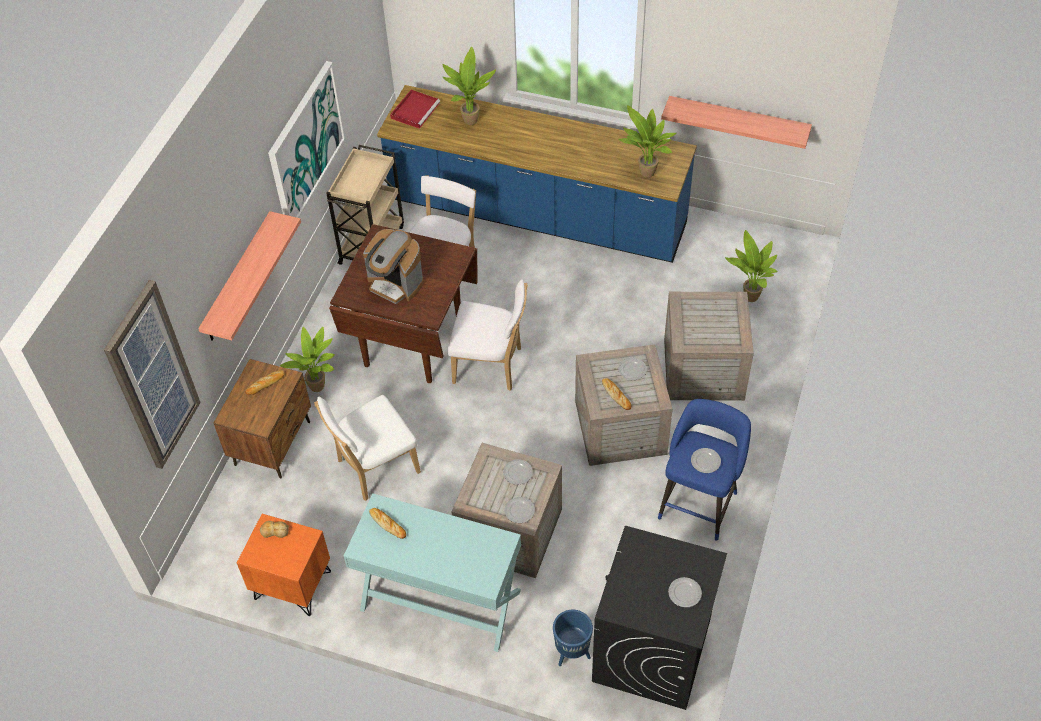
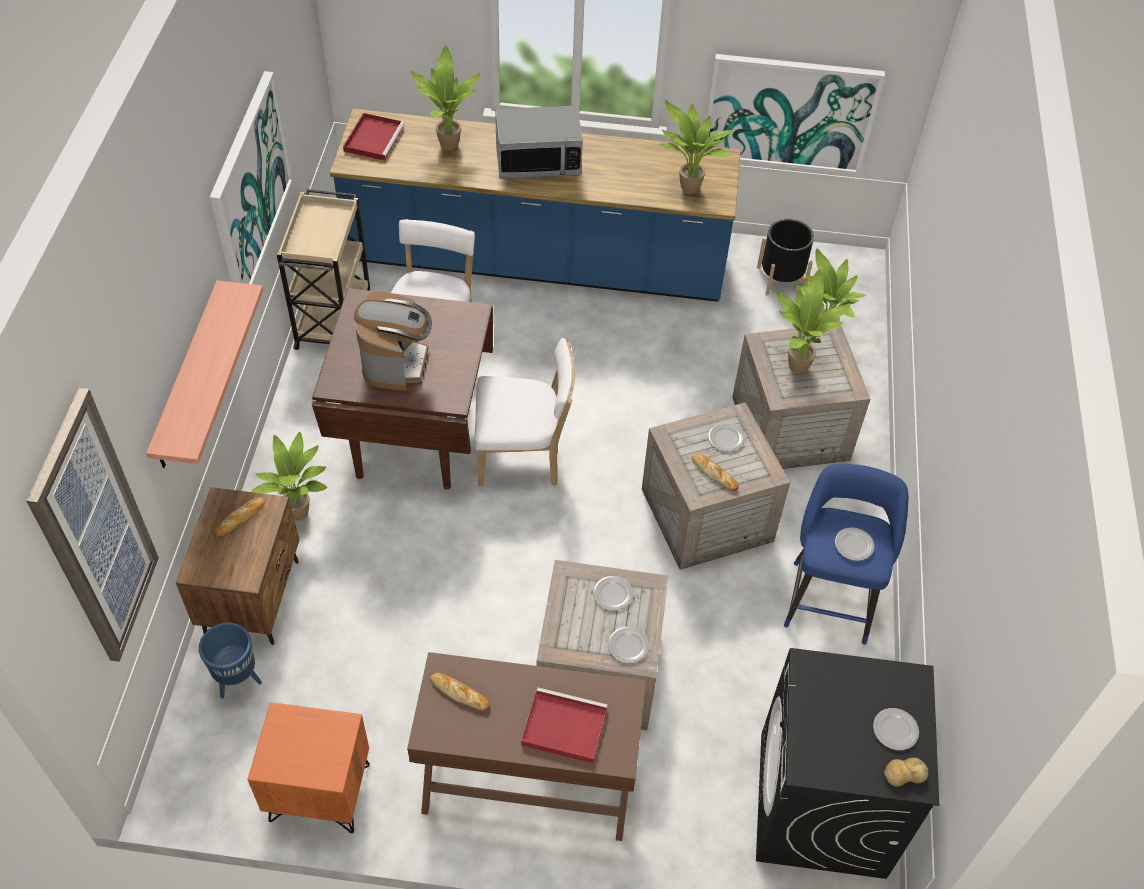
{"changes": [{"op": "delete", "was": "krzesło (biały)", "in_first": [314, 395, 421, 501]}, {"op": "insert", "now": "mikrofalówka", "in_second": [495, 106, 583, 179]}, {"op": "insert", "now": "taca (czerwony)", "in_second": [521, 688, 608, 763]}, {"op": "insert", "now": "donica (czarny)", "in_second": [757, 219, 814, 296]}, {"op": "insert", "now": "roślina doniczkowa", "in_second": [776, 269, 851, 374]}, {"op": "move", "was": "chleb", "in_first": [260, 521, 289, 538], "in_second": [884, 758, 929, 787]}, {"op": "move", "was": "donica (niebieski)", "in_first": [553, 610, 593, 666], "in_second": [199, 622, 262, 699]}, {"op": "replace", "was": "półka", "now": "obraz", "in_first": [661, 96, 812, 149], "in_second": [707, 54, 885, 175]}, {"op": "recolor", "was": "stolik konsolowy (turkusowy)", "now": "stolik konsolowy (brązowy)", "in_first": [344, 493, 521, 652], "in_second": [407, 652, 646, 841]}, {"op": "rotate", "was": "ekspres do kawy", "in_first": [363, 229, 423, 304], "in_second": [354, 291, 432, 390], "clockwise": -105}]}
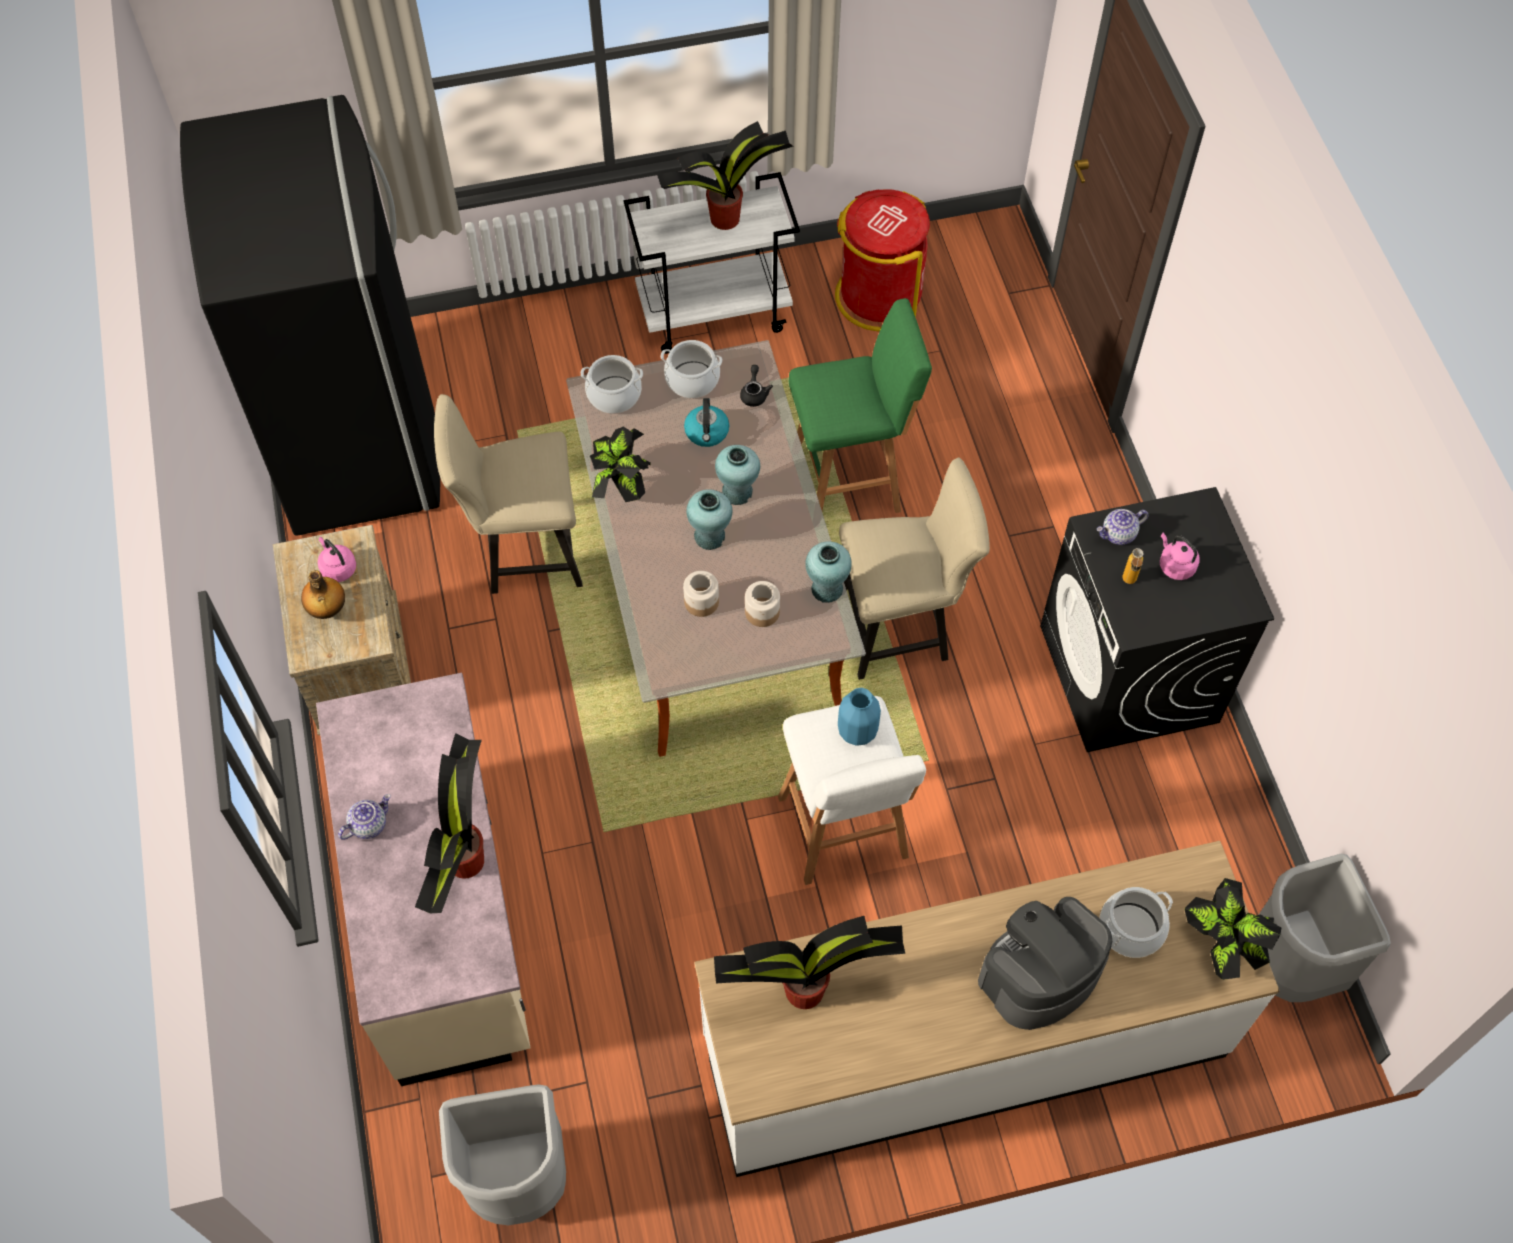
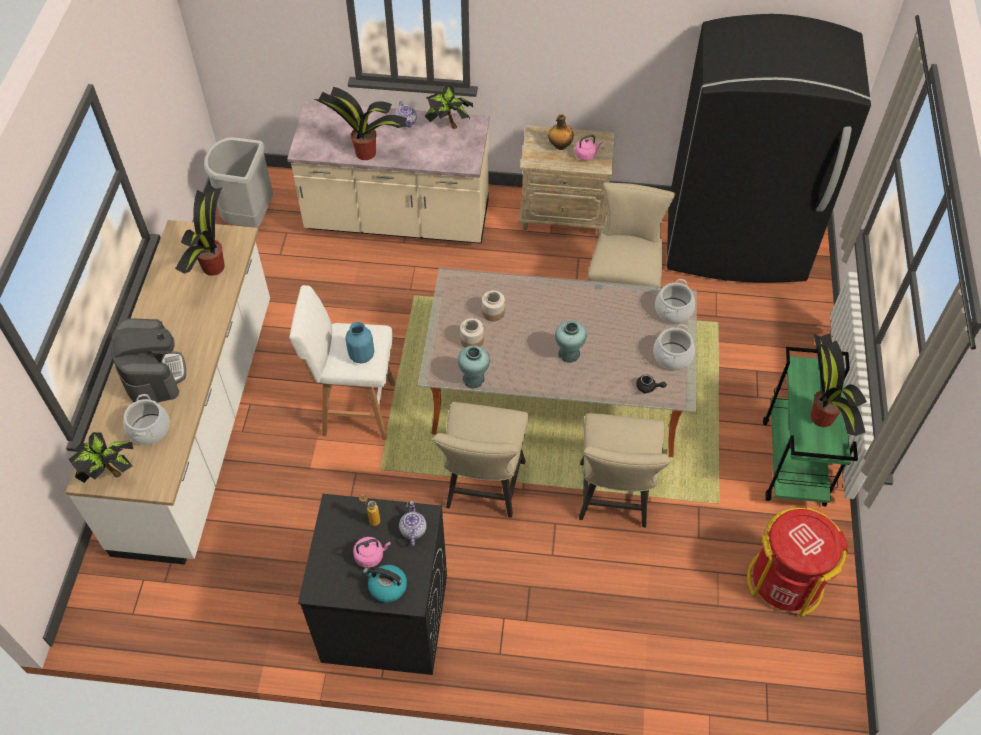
{"changes": [{"op": "delete", "was": "wazon (turkusowy)", "in_first": [686, 489, 732, 550]}, {"op": "delete", "was": "kosz na śmieci (szary)", "in_first": [1259, 854, 1391, 1002]}, {"op": "move", "was": "roślina doniczkowa", "in_first": [590, 427, 651, 502], "in_second": [425, 85, 473, 129]}, {"op": "move", "was": "czajnik", "in_first": [684, 398, 730, 447], "in_second": [363, 565, 407, 603]}, {"op": "replace", "was": "stołek (zielony)", "now": "krzesło (beżowy)", "in_first": [789, 298, 932, 513], "in_second": [579, 413, 670, 527]}, {"op": "recolor", "was": "wózek (biały)", "now": "wózek (zielony)", "in_first": [623, 172, 800, 354], "in_second": [763, 347, 858, 506]}]}
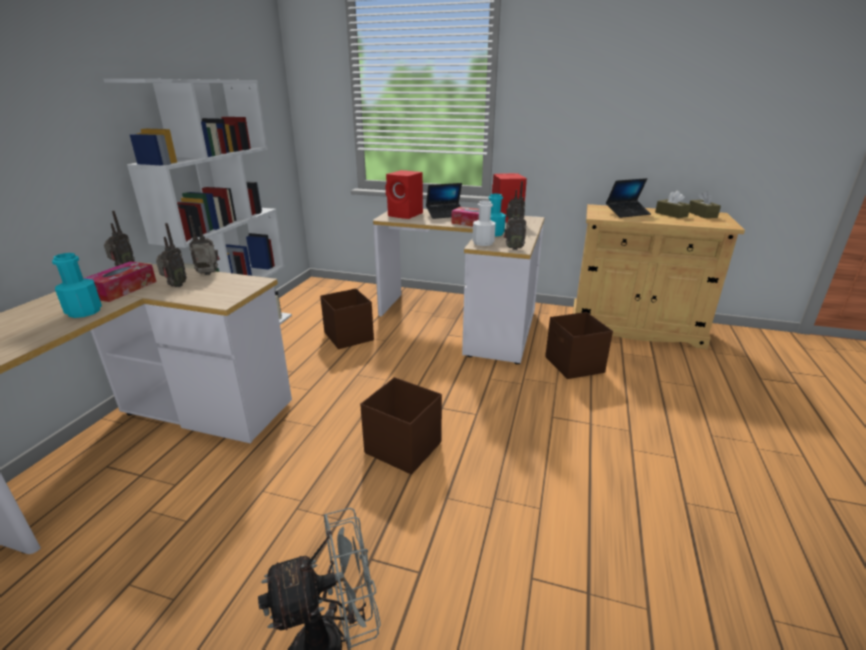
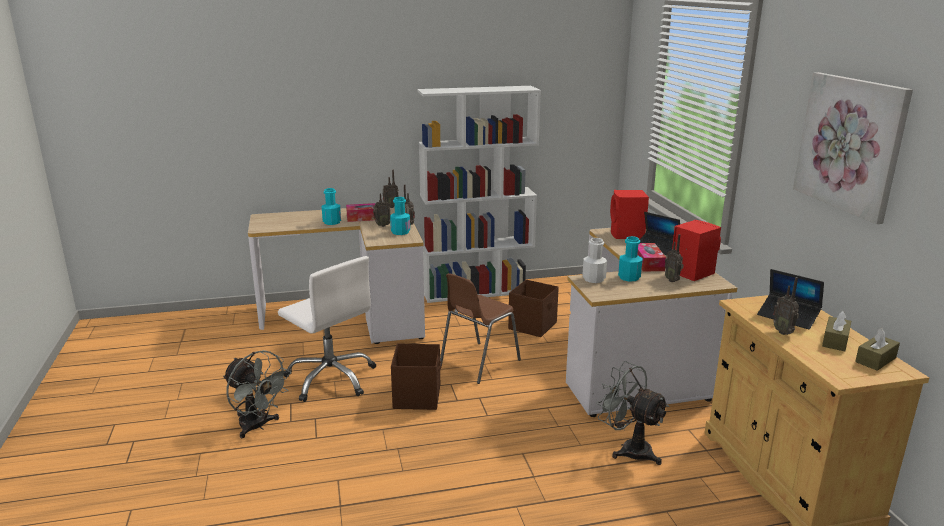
{"changes": [{"op": "insert", "now": "krzesło biurowe (biały)", "in_second": [278, 256, 376, 402]}, {"op": "insert", "now": "butelka (turkusowy)", "in_second": [390, 197, 410, 235]}, {"op": "insert", "now": "krzesło (brązowy)", "in_second": [440, 273, 521, 384]}, {"op": "insert", "now": "obraz", "in_second": [793, 72, 913, 224]}, {"op": "move", "was": "radio", "in_first": [504, 197, 527, 250], "in_second": [773, 277, 799, 335]}, {"op": "replace", "was": "pojemnik do przechowywania (brązowy)", "now": "wentylator (szary)", "in_first": [545, 312, 613, 379], "in_second": [596, 361, 669, 465]}]}
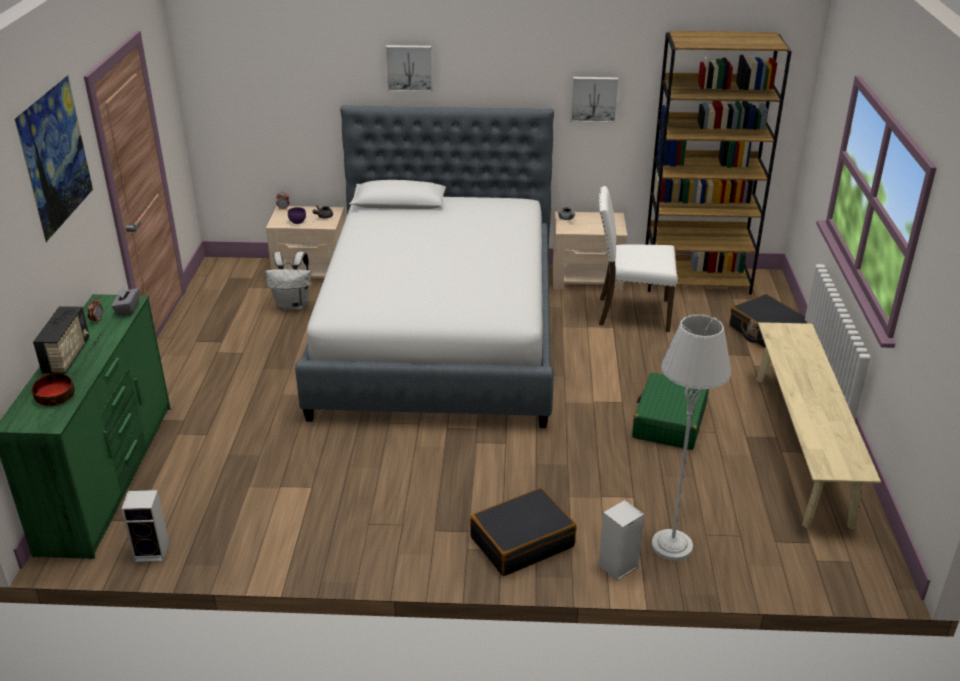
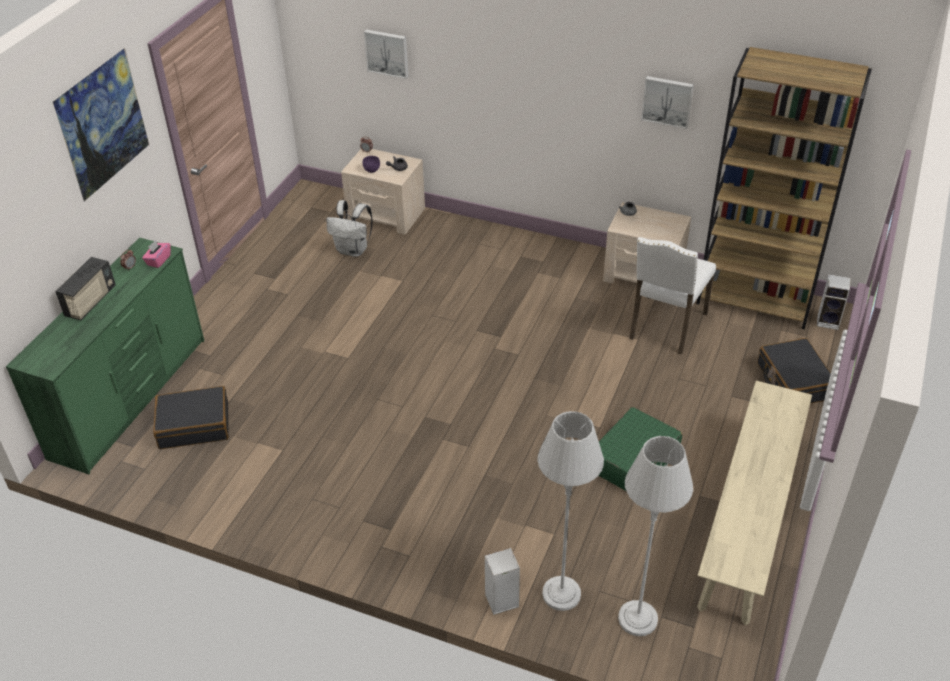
{"changes": [{"op": "delete", "was": "miska", "in_first": [31, 373, 75, 406]}, {"op": "delete", "was": "łóżko", "in_first": [295, 105, 554, 428]}, {"op": "insert", "now": "lampa stojąca (szary)", "in_second": [618, 436, 693, 636]}, {"op": "move", "was": "głośnik", "in_first": [121, 490, 169, 562], "in_second": [817, 274, 851, 330]}, {"op": "move", "was": "obraz", "in_first": [386, 45, 433, 92], "in_second": [364, 29, 408, 79]}, {"op": "move", "was": "walizka (czarny)", "in_first": [470, 488, 577, 576], "in_second": [153, 386, 229, 449]}, {"op": "recolor", "was": "pudełko chusteczek (szary)", "now": "pudełko chusteczek (różowy)", "in_first": [112, 286, 139, 316], "in_second": [142, 240, 171, 268]}, {"op": "rotate", "was": "krzesło (biały)", "in_first": [599, 186, 677, 332], "in_second": [629, 237, 716, 354], "clockwise": -90}]}
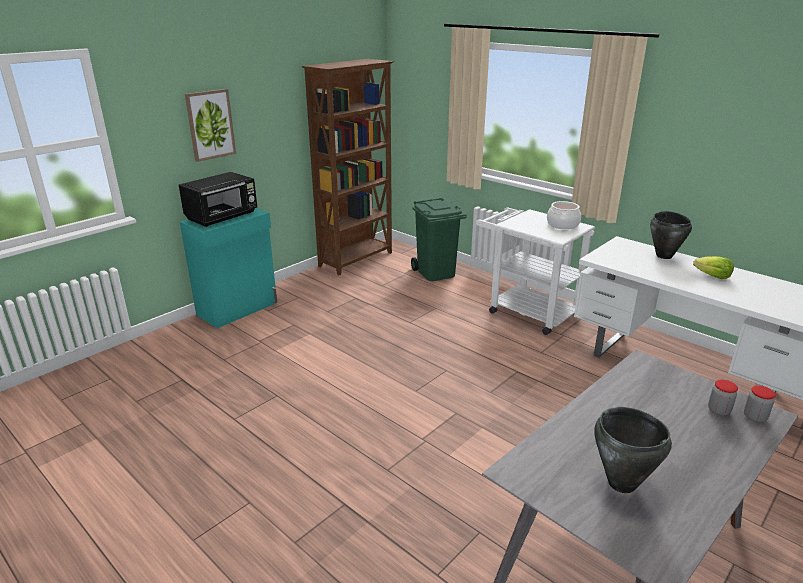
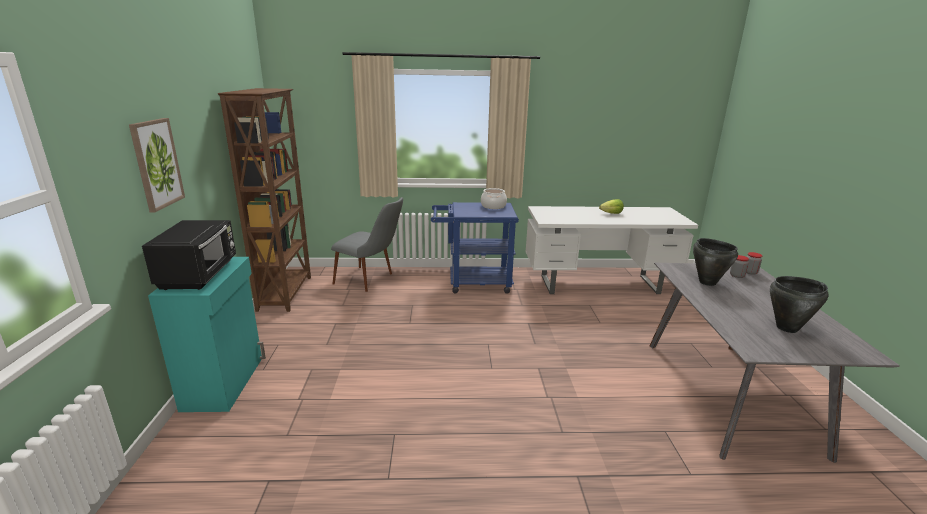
{"changes": [{"op": "move", "was": "garnek (czarny)", "in_first": [650, 211, 692, 259], "in_second": [693, 238, 738, 286]}, {"op": "replace", "was": "kosz na śmieci (zielony)", "now": "krzesło (szary)", "in_first": [411, 198, 467, 281], "in_second": [331, 197, 403, 292]}, {"op": "recolor", "was": "wózek (biały)", "now": "wózek (niebieski)", "in_first": [476, 207, 595, 335], "in_second": [431, 202, 519, 294]}]}
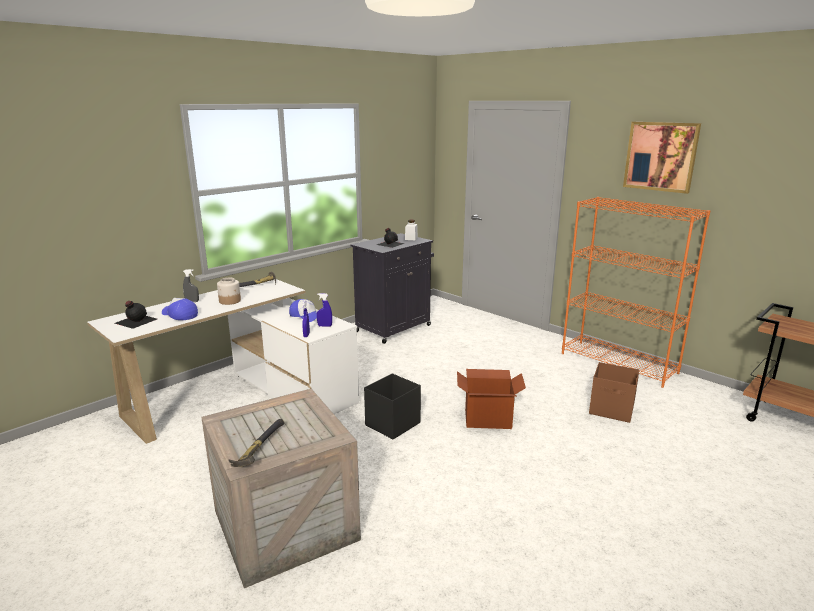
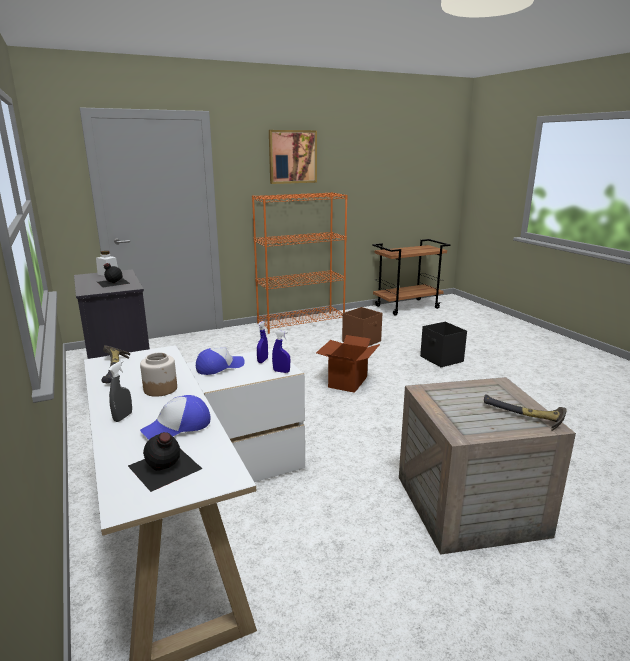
{"changes": [{"op": "move", "was": "pojemnik do przechowywania (czarny)", "in_first": [364, 373, 421, 439], "in_second": [420, 322, 467, 367]}]}
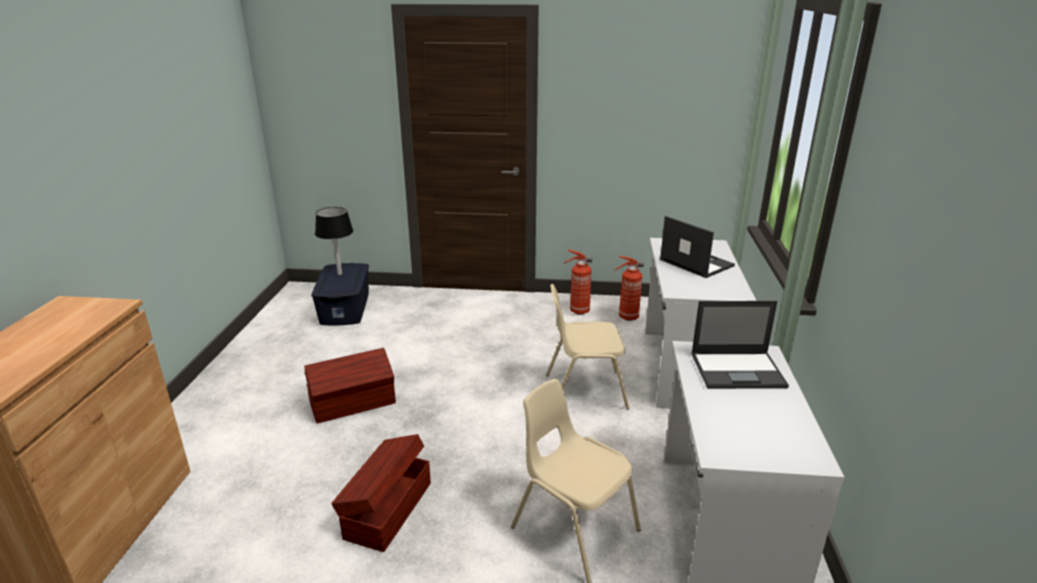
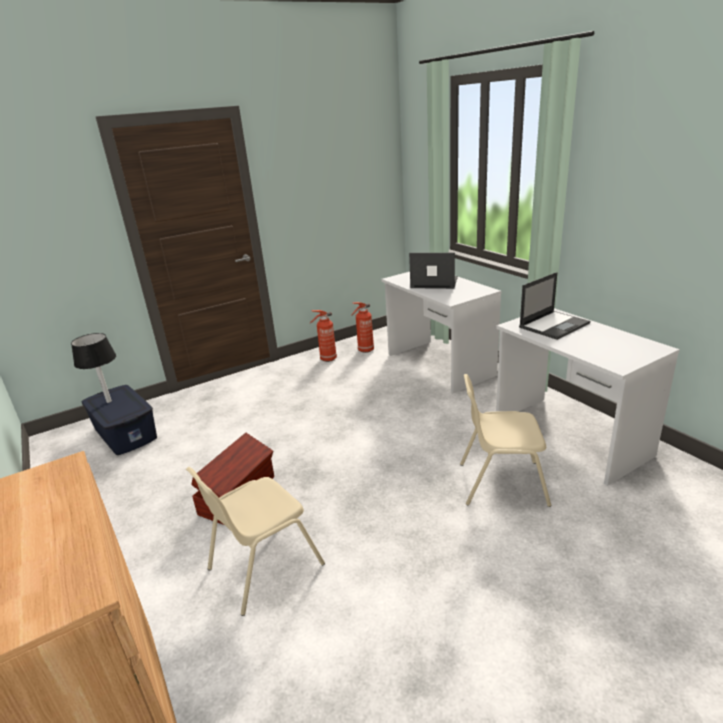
{"changes": [{"op": "delete", "was": "pojemnik do przechowywania (brązowy)", "in_first": [331, 434, 431, 552]}, {"op": "move", "was": "krzesło (beżowy)", "in_first": [546, 284, 630, 410], "in_second": [186, 467, 325, 616]}]}
